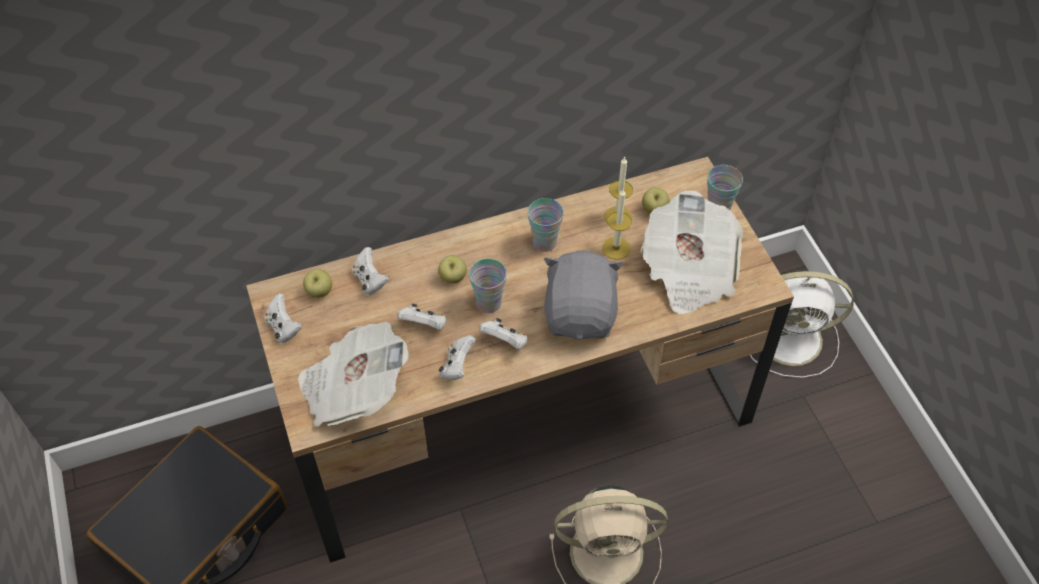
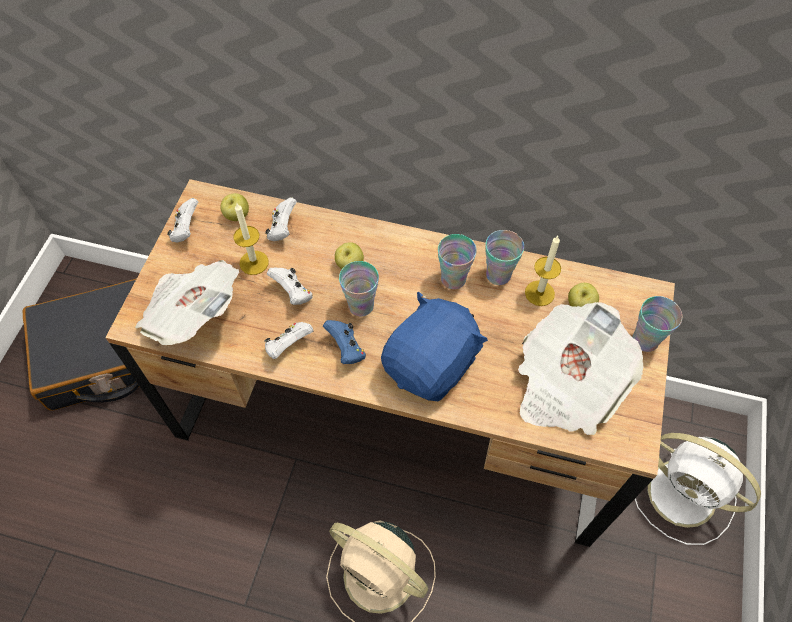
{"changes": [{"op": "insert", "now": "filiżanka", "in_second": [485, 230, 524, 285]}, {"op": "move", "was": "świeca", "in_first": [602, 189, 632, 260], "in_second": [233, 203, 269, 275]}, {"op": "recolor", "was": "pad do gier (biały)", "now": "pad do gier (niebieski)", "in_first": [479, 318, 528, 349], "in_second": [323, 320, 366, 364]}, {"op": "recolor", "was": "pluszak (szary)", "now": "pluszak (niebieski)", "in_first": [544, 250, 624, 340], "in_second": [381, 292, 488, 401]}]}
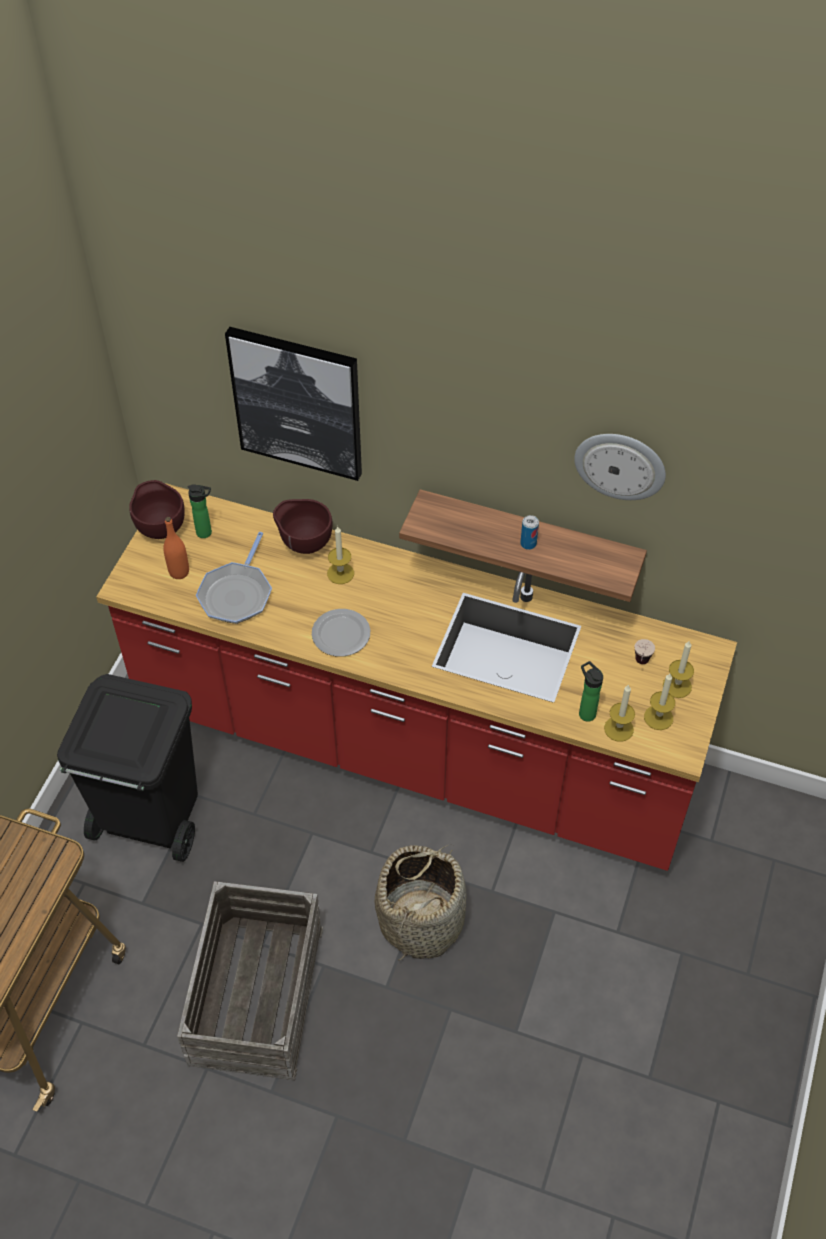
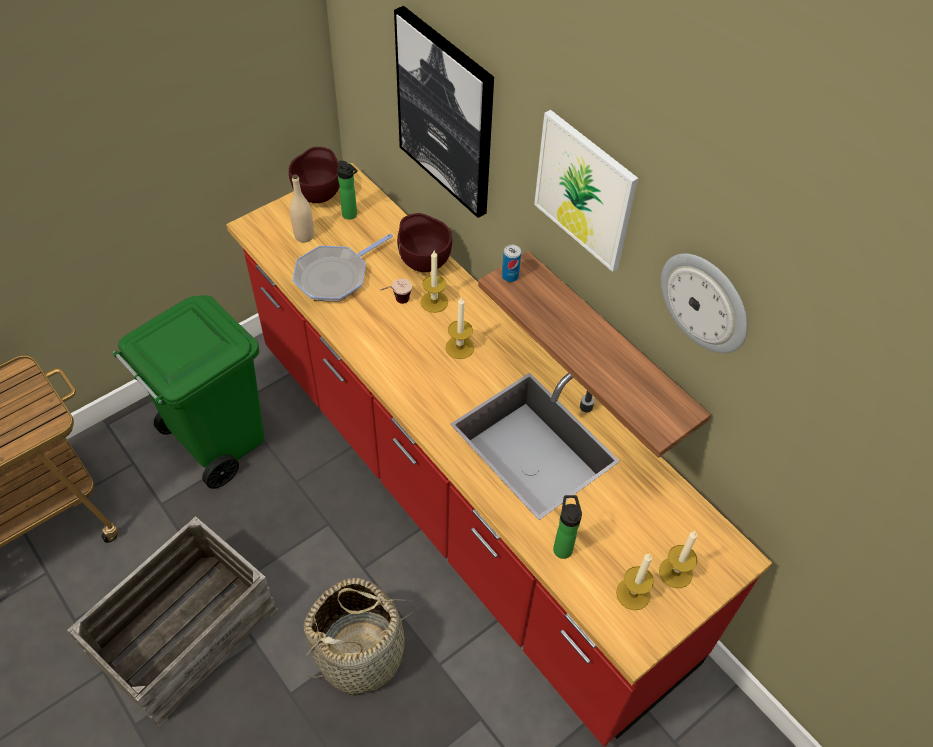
{"changes": [{"op": "delete", "was": "talerz", "in_first": [312, 609, 370, 657]}, {"op": "insert", "now": "obraz", "in_second": [534, 110, 638, 272]}, {"op": "move", "was": "puszka", "in_first": [520, 515, 539, 550], "in_second": [502, 244, 521, 282]}, {"op": "move", "was": "świeca", "in_first": [604, 684, 635, 742], "in_second": [446, 297, 474, 359]}, {"op": "move", "was": "filiżanka", "in_first": [635, 639, 655, 664], "in_second": [380, 279, 412, 304]}, {"op": "recolor", "was": "kosz na śmieci (czarny)", "now": "kosz na śmieci (zielony)", "in_first": [57, 674, 198, 862], "in_second": [113, 295, 264, 489]}, {"op": "recolor", "was": "butelka (pomarańczowy)", "now": "butelka (beżowy)", "in_first": [163, 517, 189, 579], "in_second": [290, 174, 314, 243]}]}
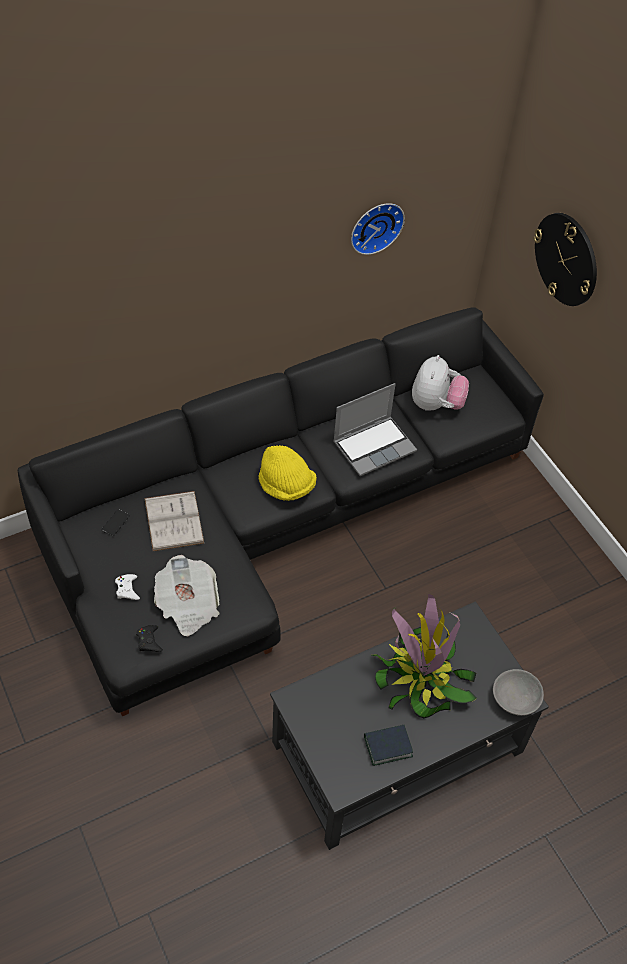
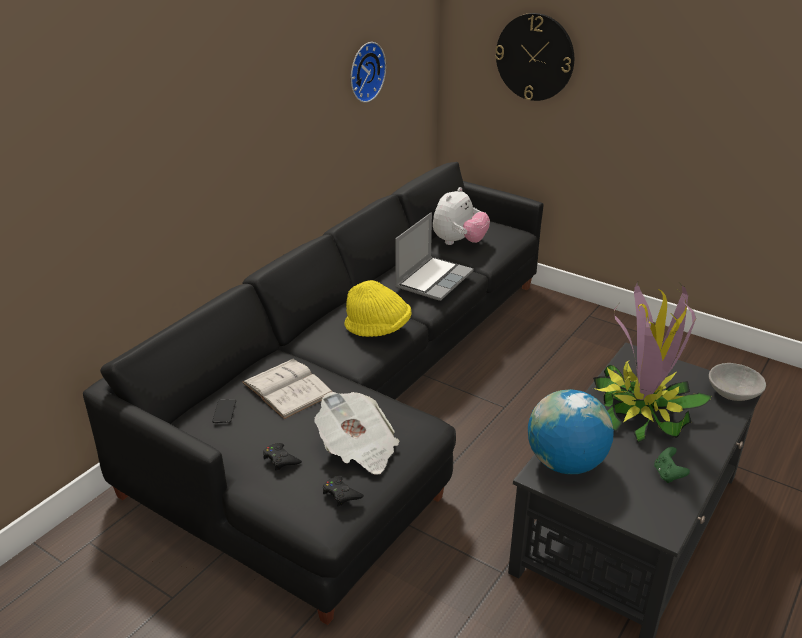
{"changes": [{"op": "insert", "now": "globus", "in_second": [528, 389, 614, 474]}, {"op": "replace", "was": "książka", "now": "pad do gier (zielony)", "in_first": [364, 725, 413, 766], "in_second": [654, 447, 690, 483]}, {"op": "recolor", "was": "pad do gier (biały)", "now": "pad do gier (czarny)", "in_first": [115, 574, 140, 600], "in_second": [263, 443, 302, 471]}, {"op": "rotate", "was": "pluszak", "in_first": [412, 355, 469, 411], "in_second": [433, 187, 490, 245], "clockwise": 45}]}
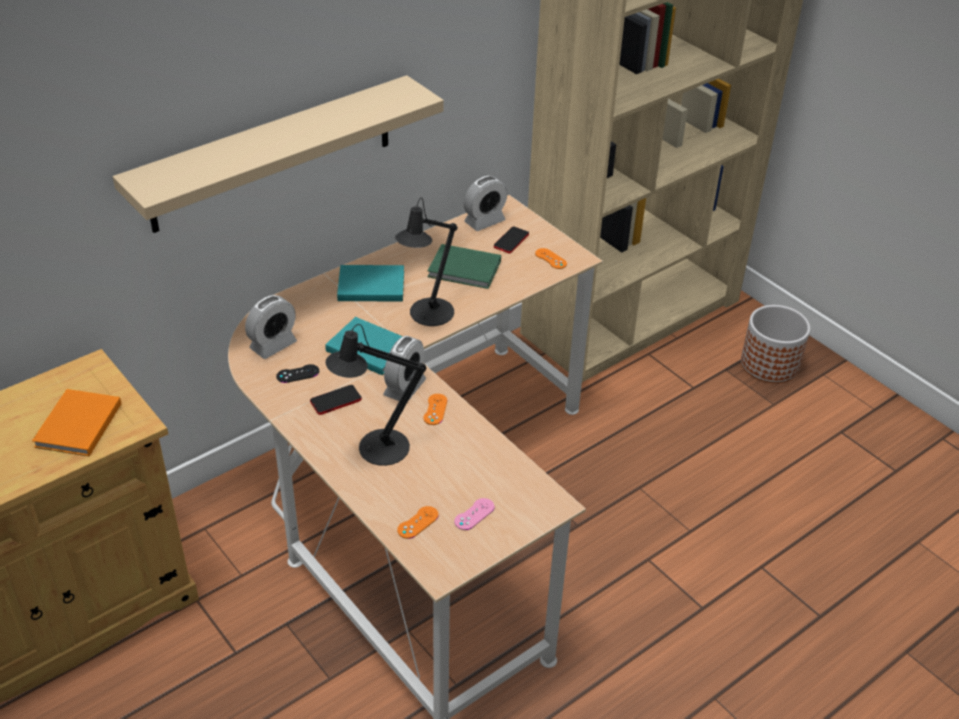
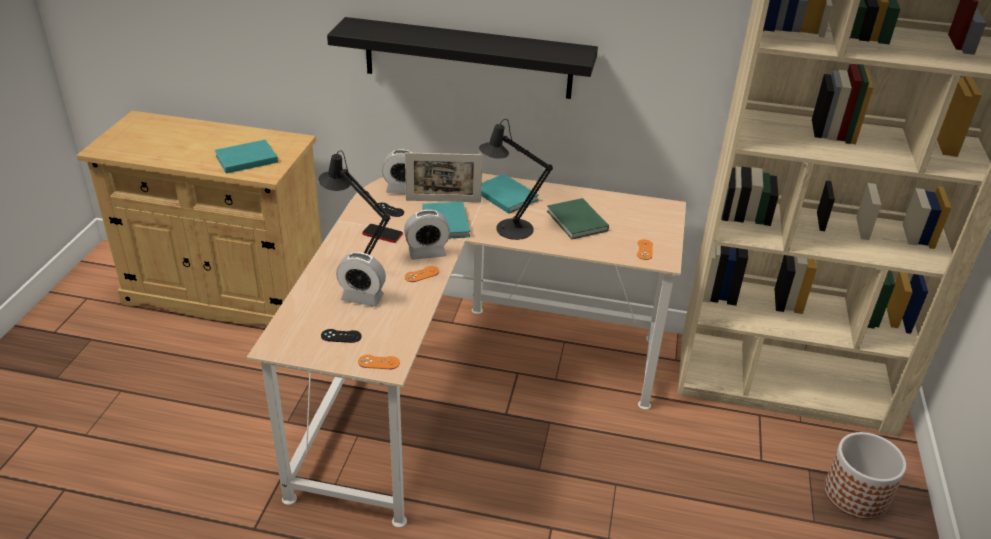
{"changes": [{"op": "delete", "was": "telefon", "in_first": [494, 226, 529, 253]}, {"op": "insert", "now": "ramka na zdjęcie", "in_second": [405, 153, 482, 202]}, {"op": "move", "was": "pad do gier (pomarańczowy)", "in_first": [397, 506, 439, 539], "in_second": [358, 355, 400, 369]}, {"op": "move", "was": "budzik", "in_first": [464, 176, 507, 231], "in_second": [336, 252, 386, 307]}, {"op": "recolor", "was": "książka (pomarańczowy)", "now": "książka (turkusowy)", "in_first": [32, 389, 121, 456], "in_second": [215, 140, 278, 174]}, {"op": "recolor", "was": "półka (beżowy)", "now": "półka (czarny)", "in_first": [113, 75, 444, 233], "in_second": [327, 17, 598, 99]}, {"op": "recolor", "was": "pad do gier (różowy)", "now": "pad do gier (czarny)", "in_first": [454, 498, 495, 530], "in_second": [321, 329, 362, 343]}]}
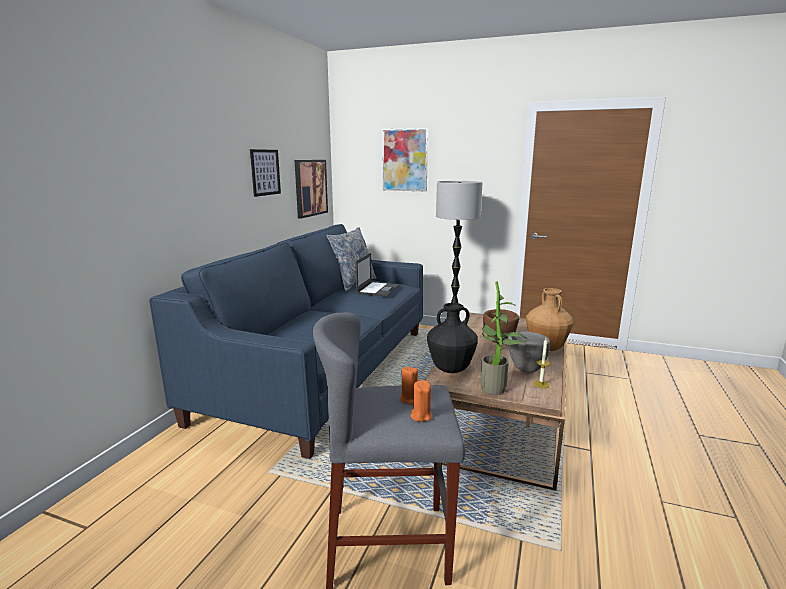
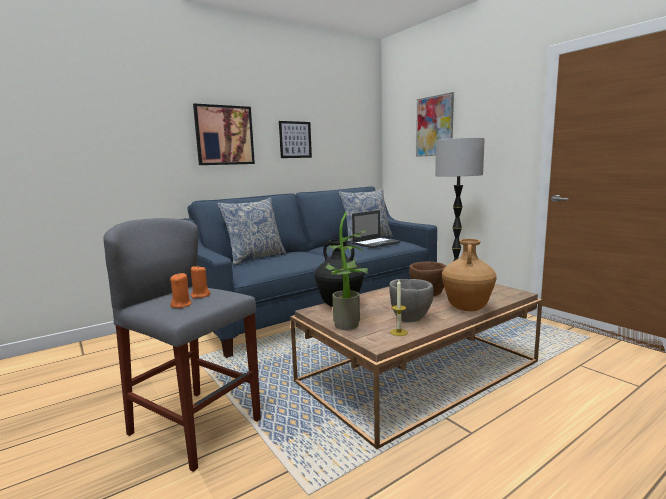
{"changes": [{"op": "insert", "now": "poduszka", "in_second": [217, 198, 287, 265]}, {"op": "move", "was": "obraz", "in_first": [295, 160, 328, 219], "in_second": [193, 103, 255, 165]}]}
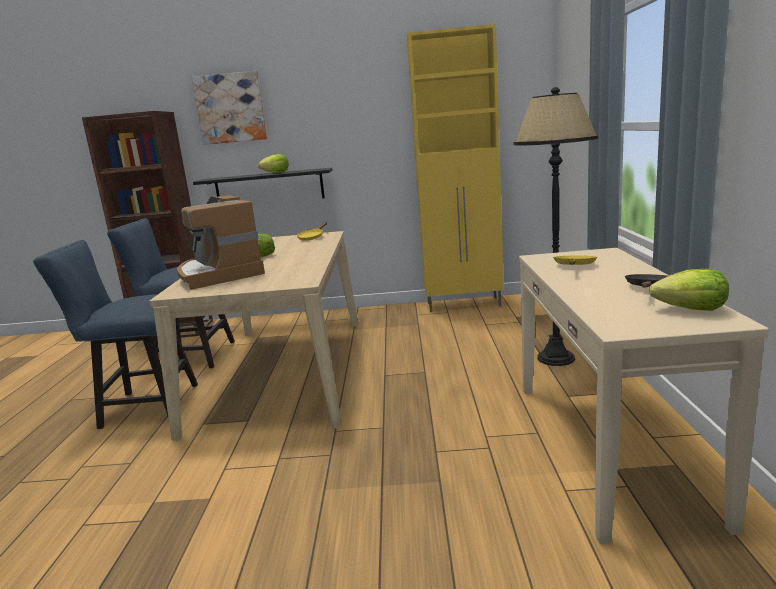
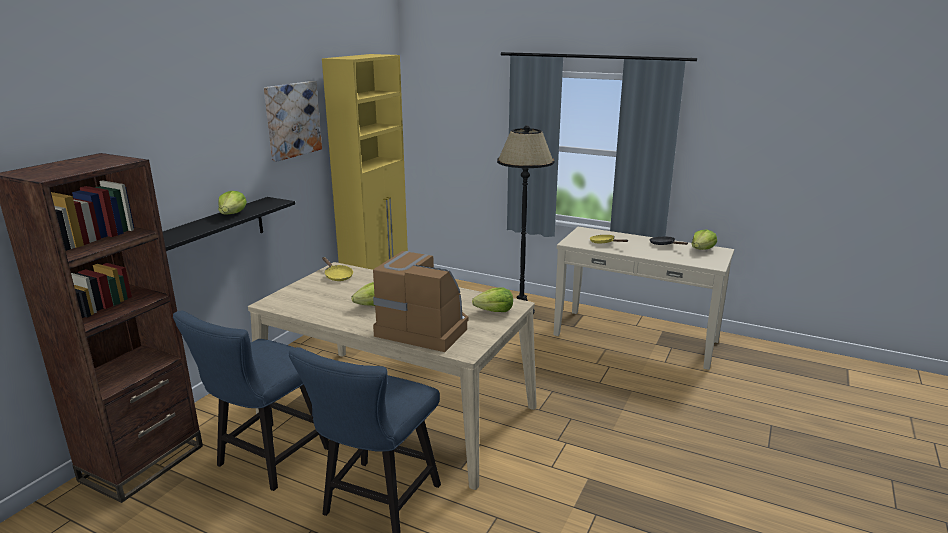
{"changes": [{"op": "insert", "now": "sałata", "in_second": [472, 288, 513, 312]}, {"op": "move", "was": "obraz", "in_first": [192, 71, 267, 145], "in_second": [264, 81, 322, 162]}, {"op": "rotate", "was": "ekspres do kawy", "in_first": [177, 195, 265, 290], "in_second": [373, 251, 469, 352], "clockwise": -150}]}
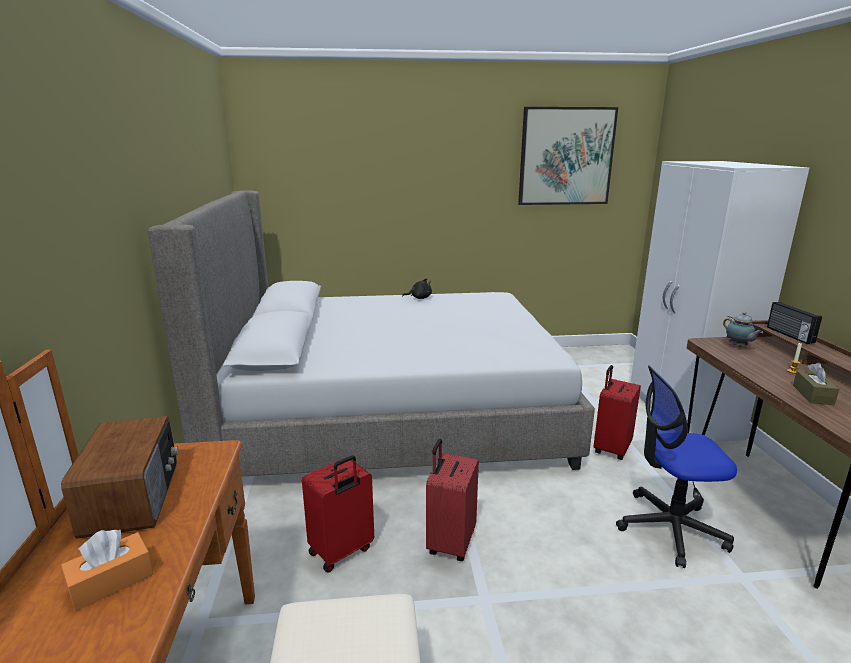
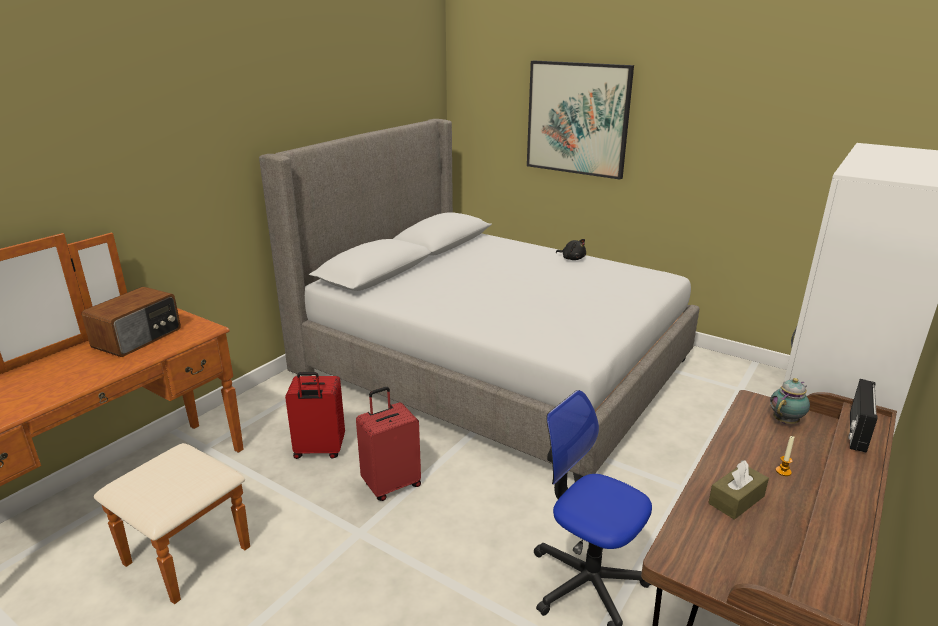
{"changes": [{"op": "delete", "was": "pudełko chusteczek (pomarańczowy)", "in_first": [61, 529, 153, 611]}, {"op": "delete", "was": "walizka (czerwony)", "in_first": [593, 365, 641, 460]}, {"op": "move", "was": "obraz", "in_first": [518, 107, 618, 205], "in_second": [527, 60, 634, 180]}, {"op": "rotate", "was": "imbryk", "in_first": [723, 312, 763, 347], "in_second": [770, 378, 810, 424], "clockwise": -150}]}
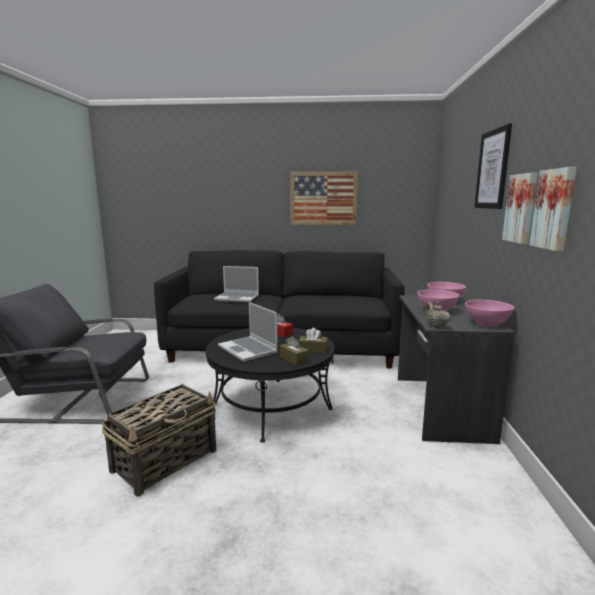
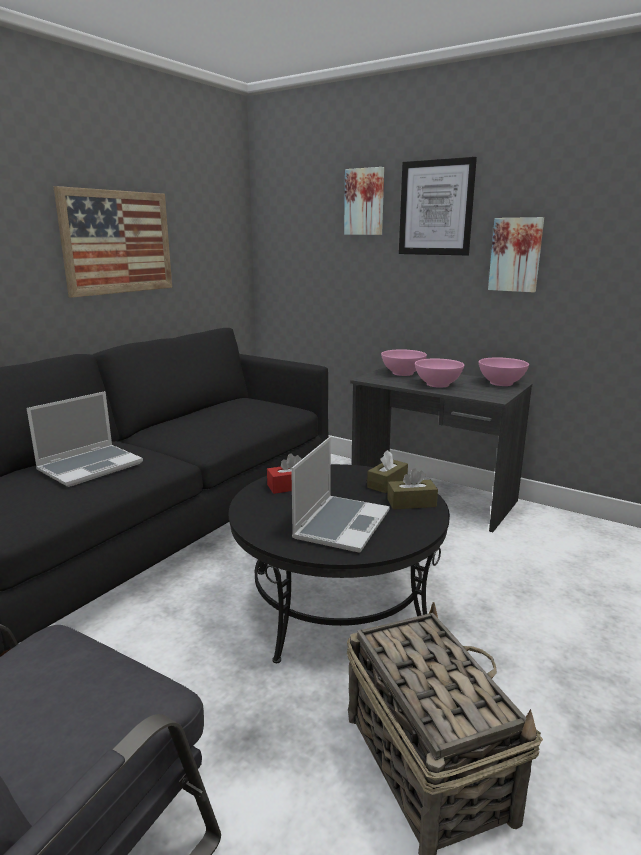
{"changes": [{"op": "delete", "was": "imbryk (beżowy)", "in_first": [425, 302, 451, 327]}, {"op": "move", "was": "obraz", "in_first": [529, 167, 577, 251], "in_second": [344, 167, 384, 235]}, {"op": "rotate", "was": "laptop", "in_first": [218, 302, 278, 362], "in_second": [291, 437, 390, 553], "clockwise": -60}]}
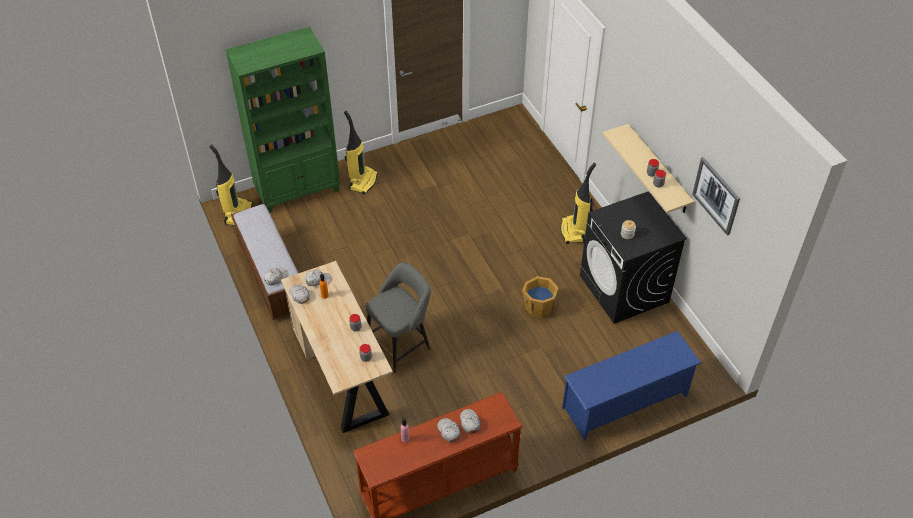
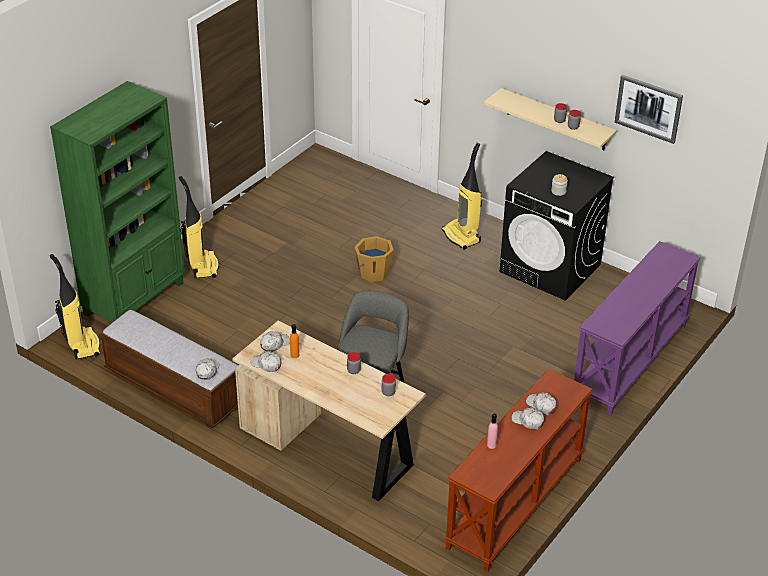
{"changes": [{"op": "move", "was": "wiadro (pomarańczowy)", "in_first": [520, 276, 558, 318], "in_second": [354, 236, 394, 282]}, {"op": "replace", "was": "regał na buty (niebieski)", "now": "stolik konsolowy (fioletowy)", "in_first": [562, 331, 701, 440], "in_second": [574, 241, 701, 415]}]}
